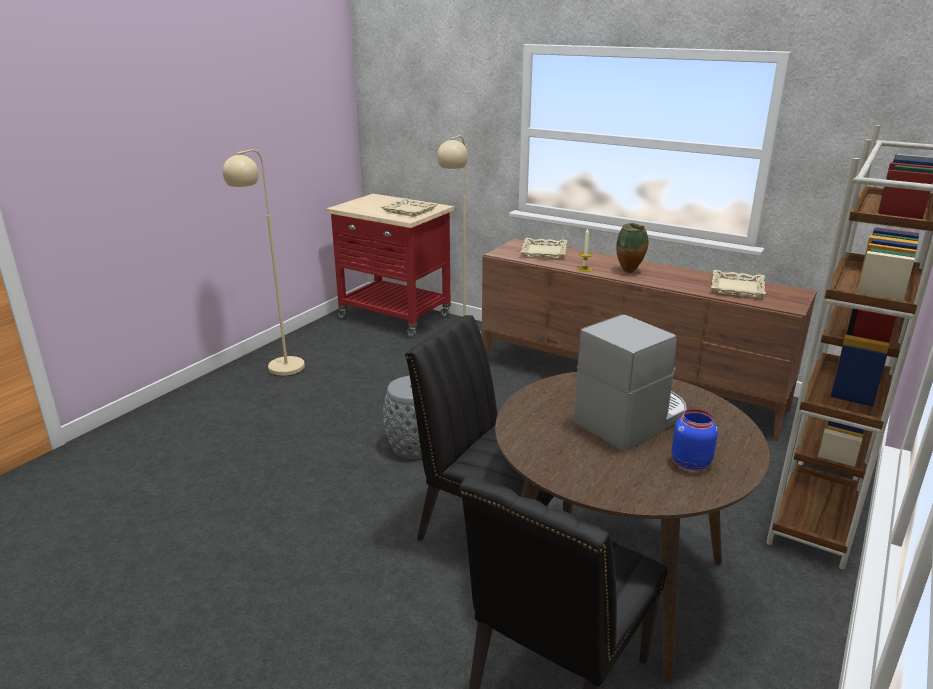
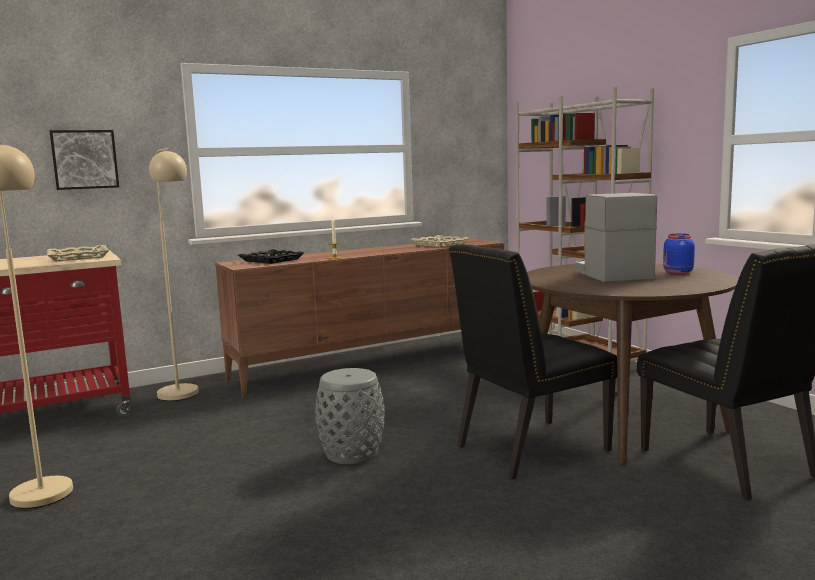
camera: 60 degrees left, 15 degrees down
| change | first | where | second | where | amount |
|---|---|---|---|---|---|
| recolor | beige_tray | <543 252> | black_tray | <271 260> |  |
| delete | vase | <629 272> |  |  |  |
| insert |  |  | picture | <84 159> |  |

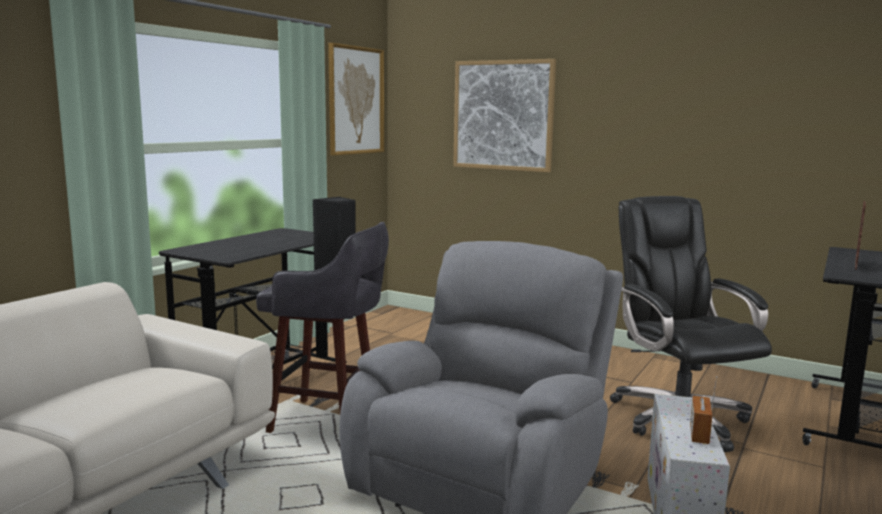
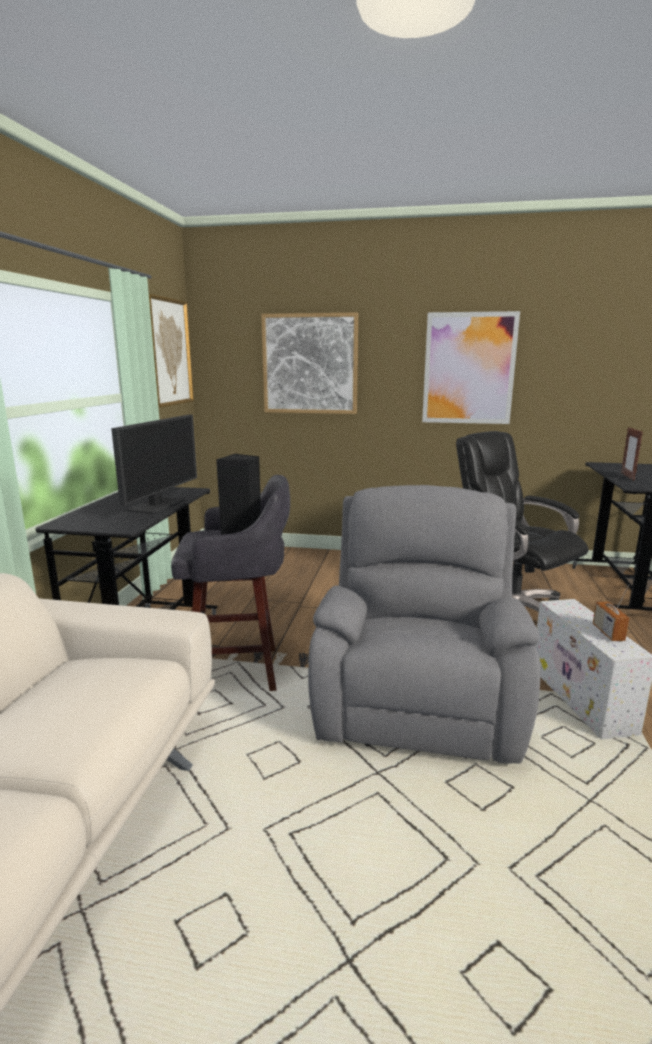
camera: 20 degrees left, 5 degrees up
| change | first | where | second | where | amount |
|---|---|---|---|---|---|
| insert |  |  | monitor | <156 505> |  |
| insert |  |  | picture | <468 368> |  |

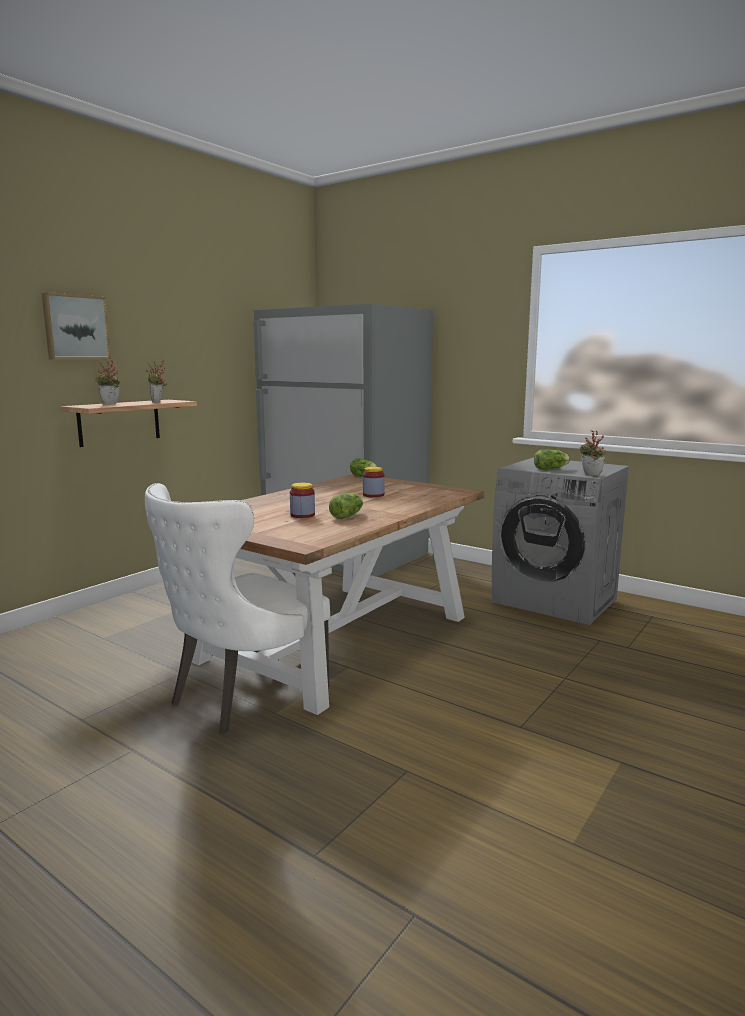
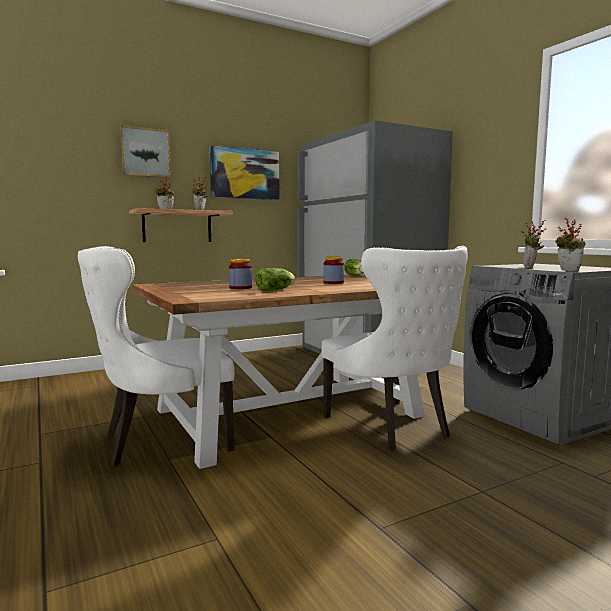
camera: 25 degrees right, 5 degrees down
| change | first | where | second | where | amount |
|---|---|---|---|---|---|
| replace | lettuce | <551 468> | potted_plant | <531 267> |  |
| insert |  |  | picture | <245 174> |  |
| insert |  |  | white_chair | <391 426> |  |

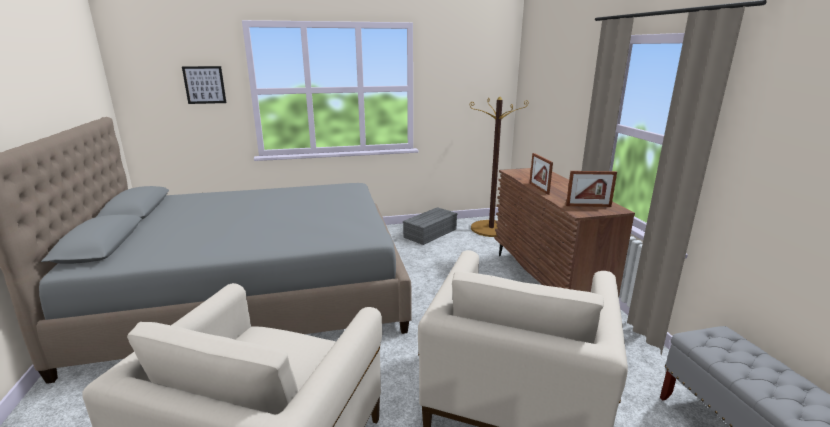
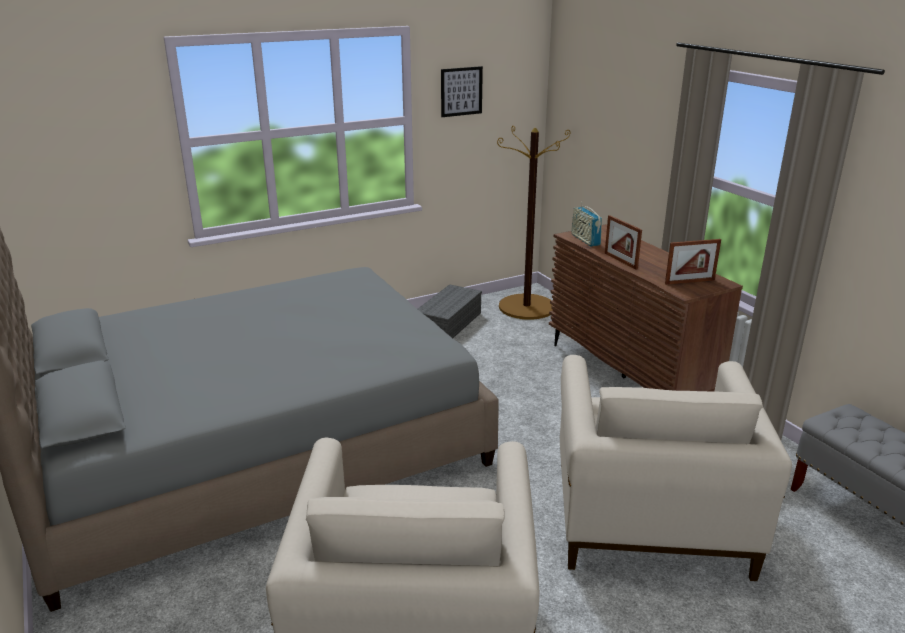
camera: 15 degrees left, 5 degrees up
| change | first | where | second | where | amount |
|---|---|---|---|---|---|
| move | picture | <204 85> |  | <461 91> |  |
| insert |  |  | radio | <585 240> |  |

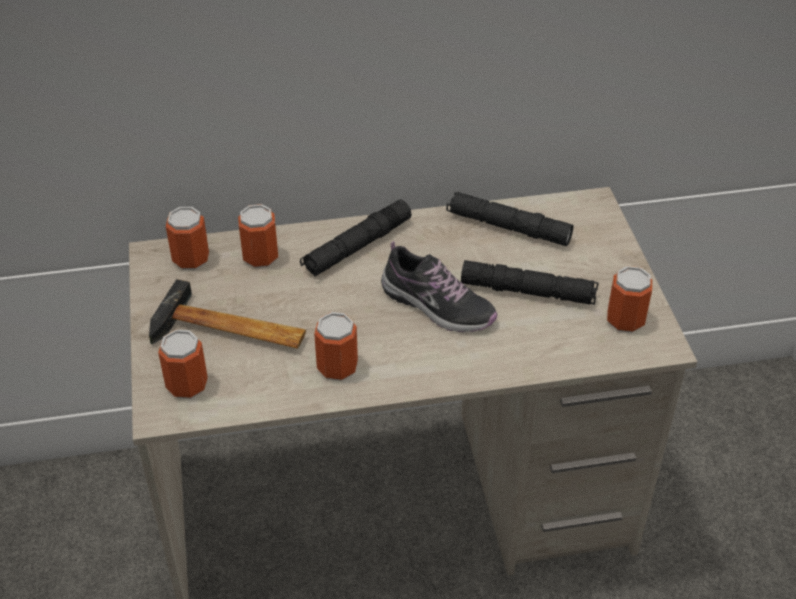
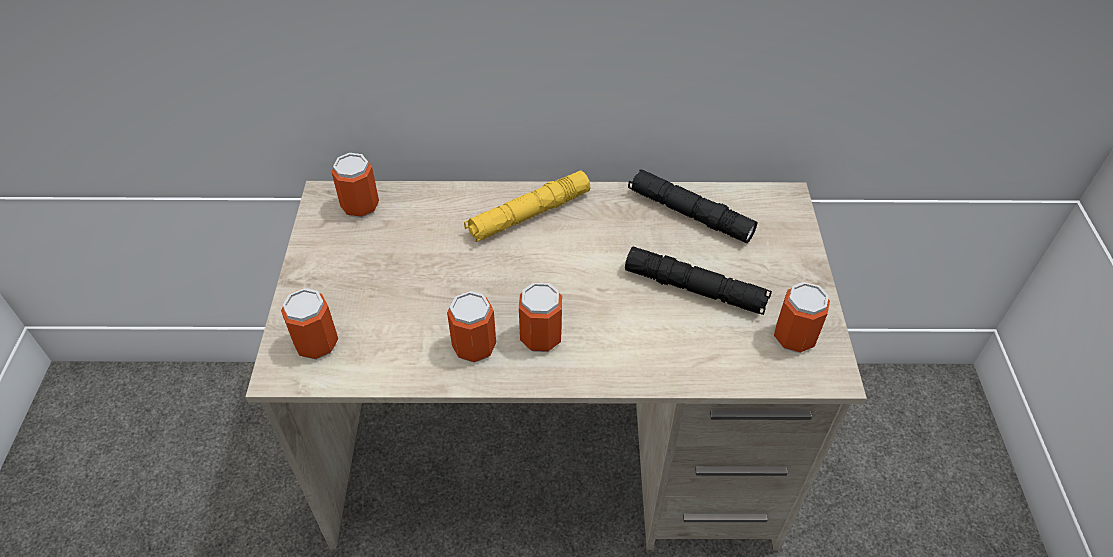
camera: 10 degrees right, 5 degrees up
| change | first | where | second | where | amount |
|---|---|---|---|---|---|
| delete | hammer | <230 333> |  |  |  |
| move | can | <260 257> |  | <541 337> |  |
| recolor | black_flashlight | <357 246> | yellow_flashlight | <528 214> |  |
| delete | shoe | <437 306> |  |  |  |

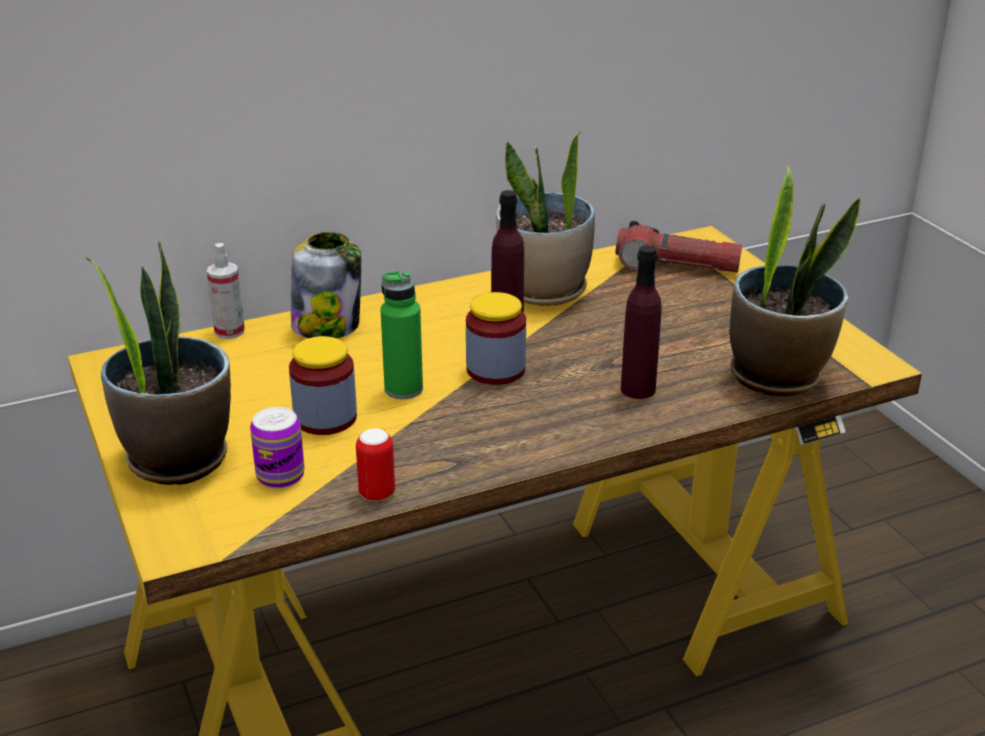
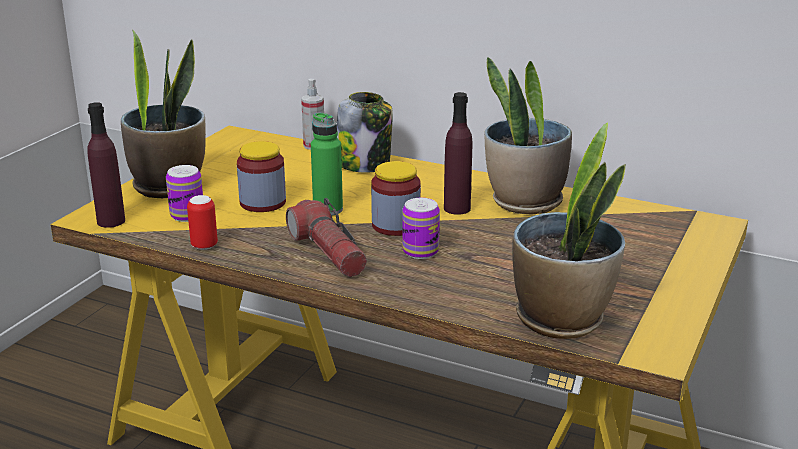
camera: 50 degrees right, 5 degrees down
| change | first | where | second | where | amount |
|---|---|---|---|---|---|
| move | flashlight | <677 266> |  | <328 252> |  |
| move | purple_bottle | <638 389> |  | <111 221> |  |
| insert |  |  | can | <420 251> |  |

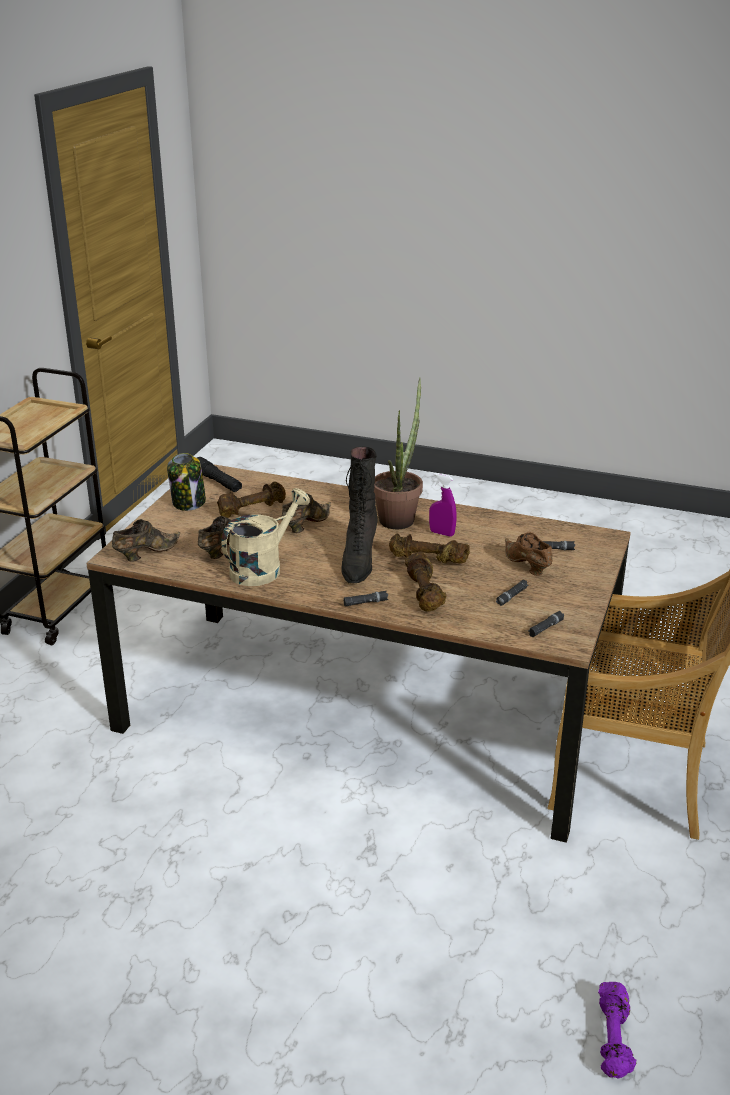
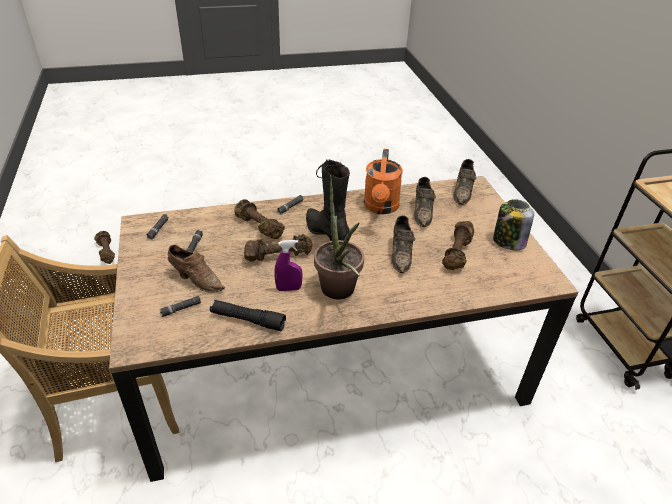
camera: 145 degrees right, 10 degrees up
| change | first | where | second | where | amount |
|---|---|---|---|---|---|
| move | black_flashlight | <217 482> |  | <248 320> |  |
| recolor | beige_watering_can | <262 568> | orange_watering_can | <381 208> |  |
| recolor | purple_dumbbell | <614 1040> | brown_dumbbell | <106 252> |  |

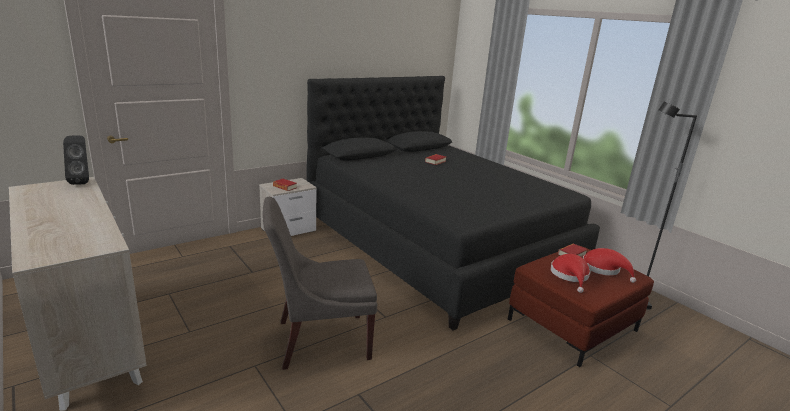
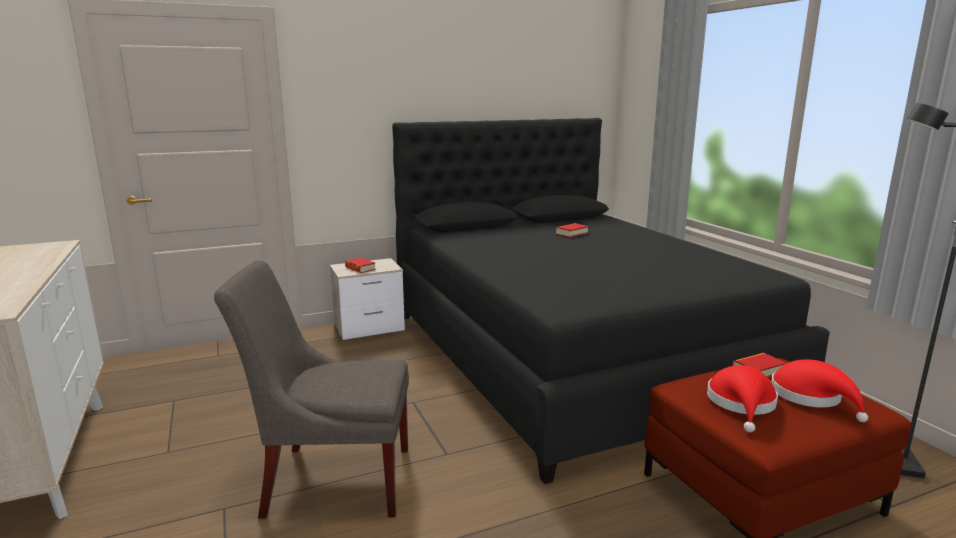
camera: 15 degrees right, 5 degrees down
| change | first | where | second | where | amount |
|---|---|---|---|---|---|
| delete | black_speaker | <82 182> |  |  |  |

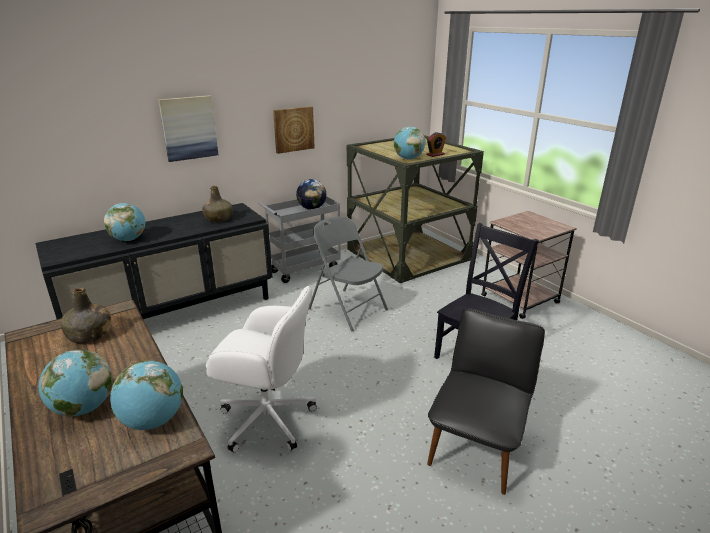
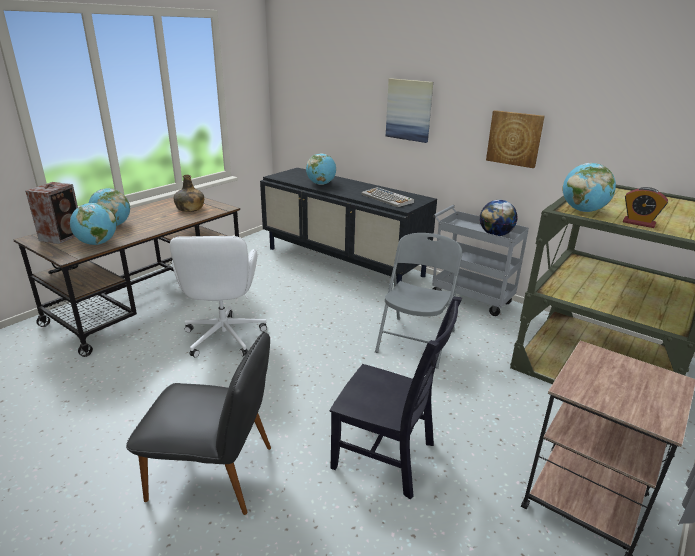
camera: 70 degrees right, 0 degrees up
| change | first | where | second | where | amount |
|---|---|---|---|---|---|
| replace | green_bottle | <219 219> | keyboard | <387 198> |  |
| insert |  |  | speaker | <63 236> |  |

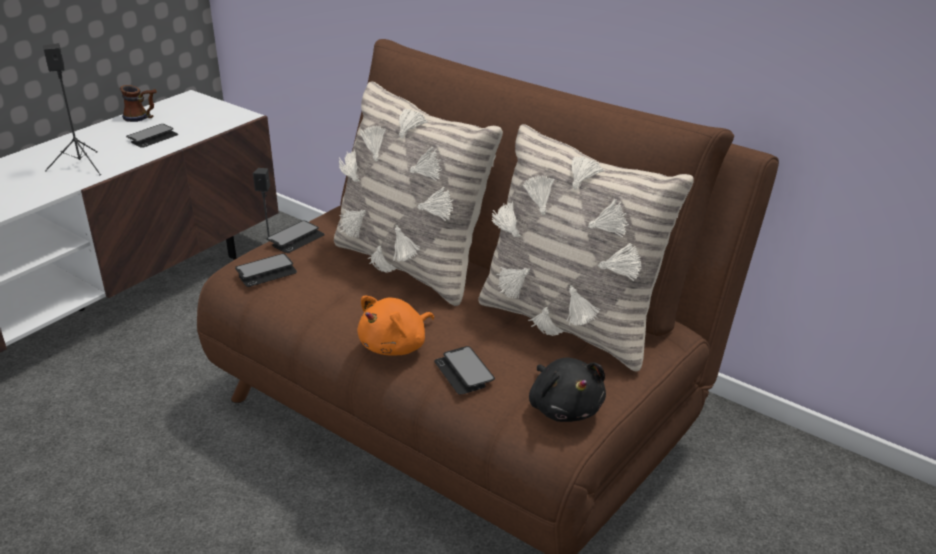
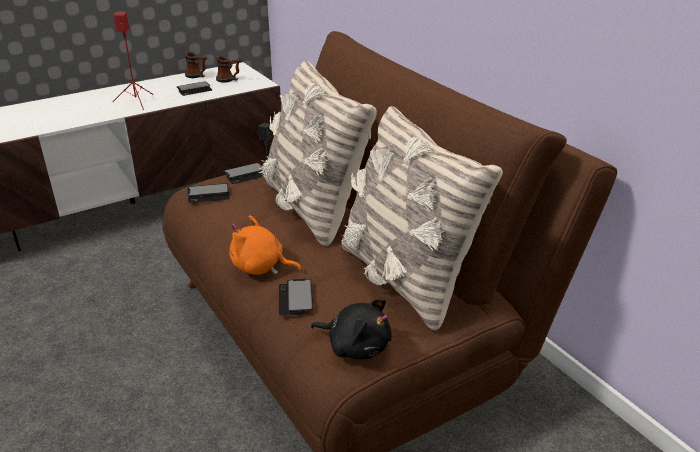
camera: 20 degrees right, 0 degrees up
| change | first | where | second | where | amount |
|---|---|---|---|---|---|
| recolor | black_speaker | <81 165> | red_speaker | <136 101> |  |
| rotate | orange_plush_toy | <396 346> |  | <260 267> | 45 degrees clockwise |
| rotate | black_plush_toy | <565 407> |  | <356 346> | 60 degrees counterclockwise |
| insert |  |  | mug | <229 80> |  |

